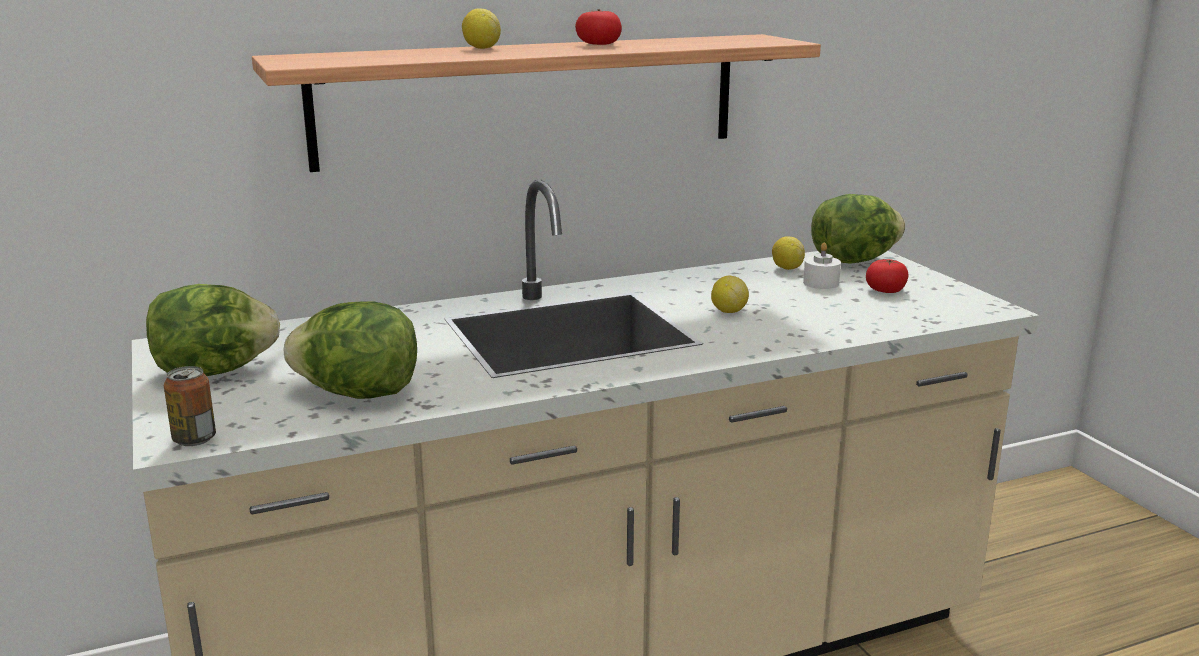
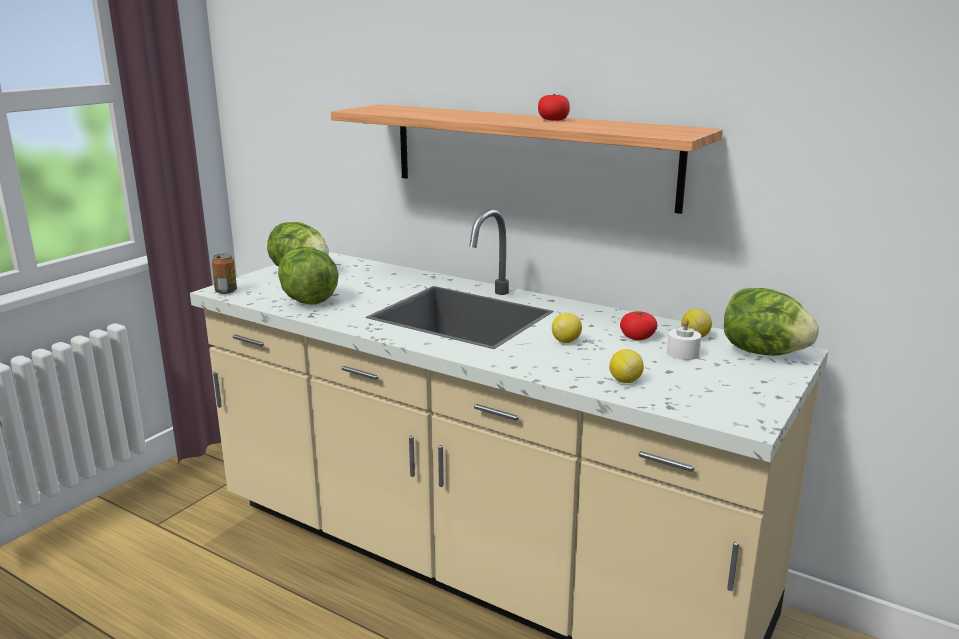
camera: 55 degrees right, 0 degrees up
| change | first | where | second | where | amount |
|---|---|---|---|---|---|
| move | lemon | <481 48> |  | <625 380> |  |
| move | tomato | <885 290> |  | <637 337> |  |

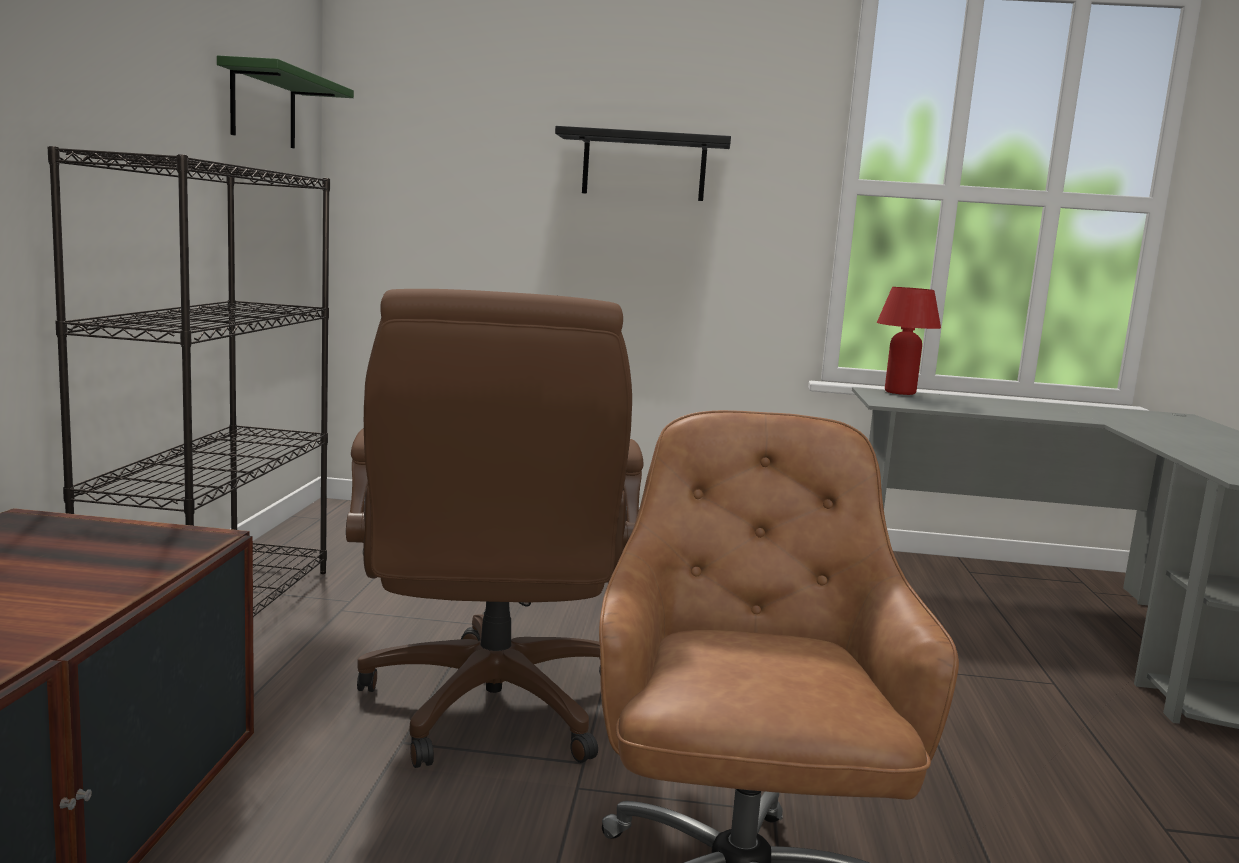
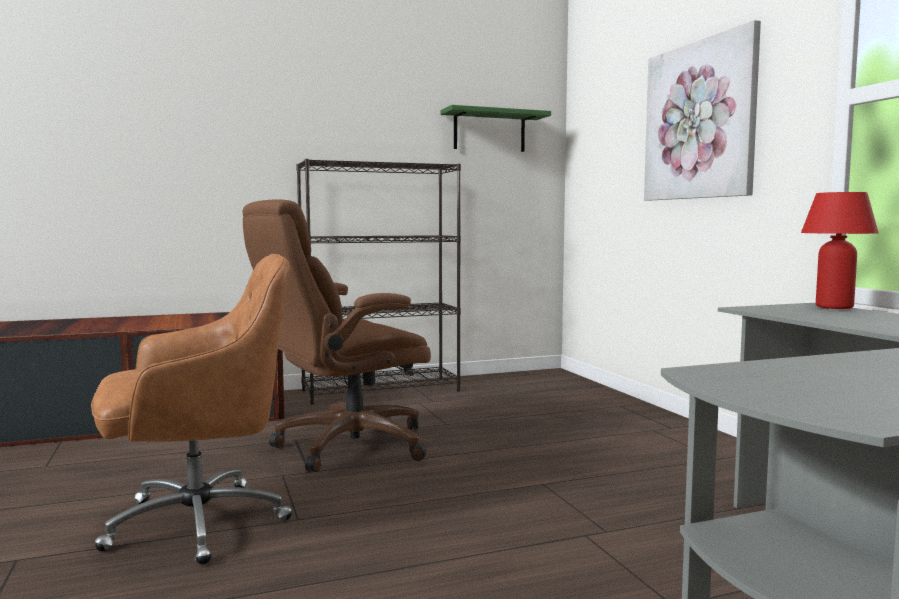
camera: 65 degrees right, 5 degrees down
| change | first | where | second | where | amount |
|---|---|---|---|---|---|
| replace | black_shelf | <644 166> | picture | <699 121> |  |

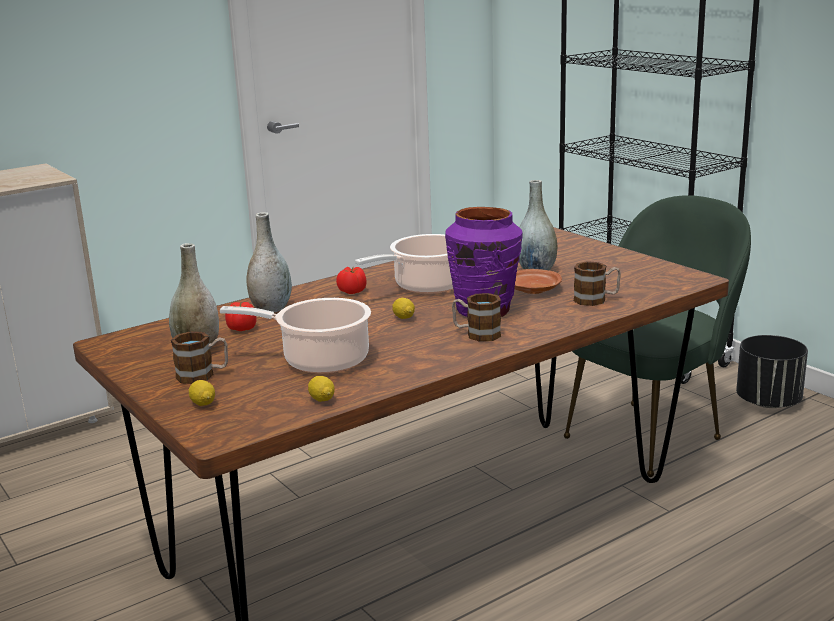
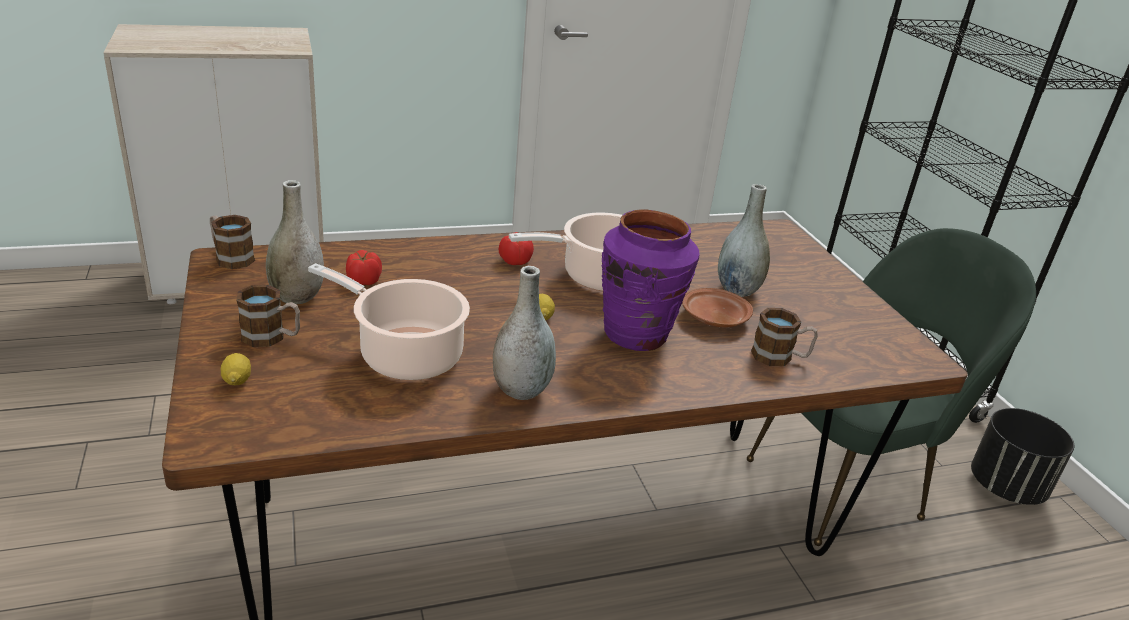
camera: 15 degrees right, 10 degrees up
| change | first | where | second | where | amount |
|---|---|---|---|---|---|
| move | grey_vase | <271 309> |  | <521 390> |  |
| delete | lemon | <322 399> |  |  |  |
| move | mug | <476 334> |  | <230 257> |  |

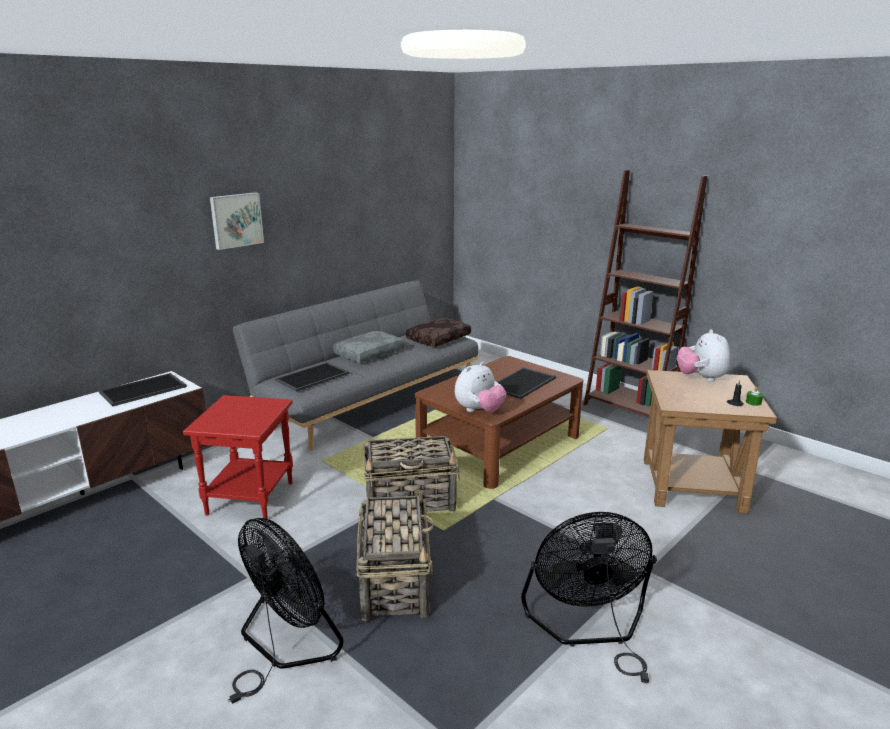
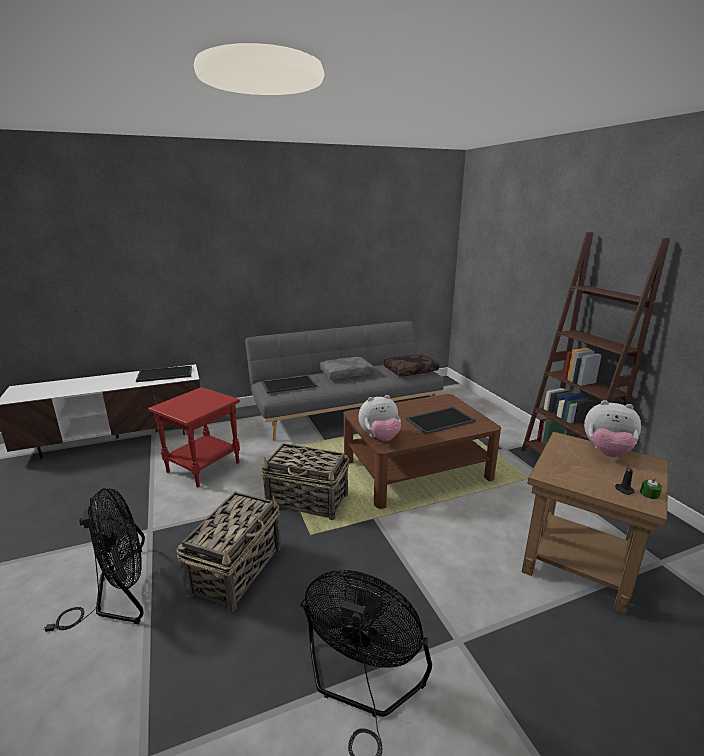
camera: 25 degrees right, 0 degrees up
| change | first | where | second | where | amount |
|---|---|---|---|---|---|
| delete | picture | <236 220> |  |  |  |
| rotate | plush_toy | <701 378> |  | <607 452> | 90 degrees counterclockwise |

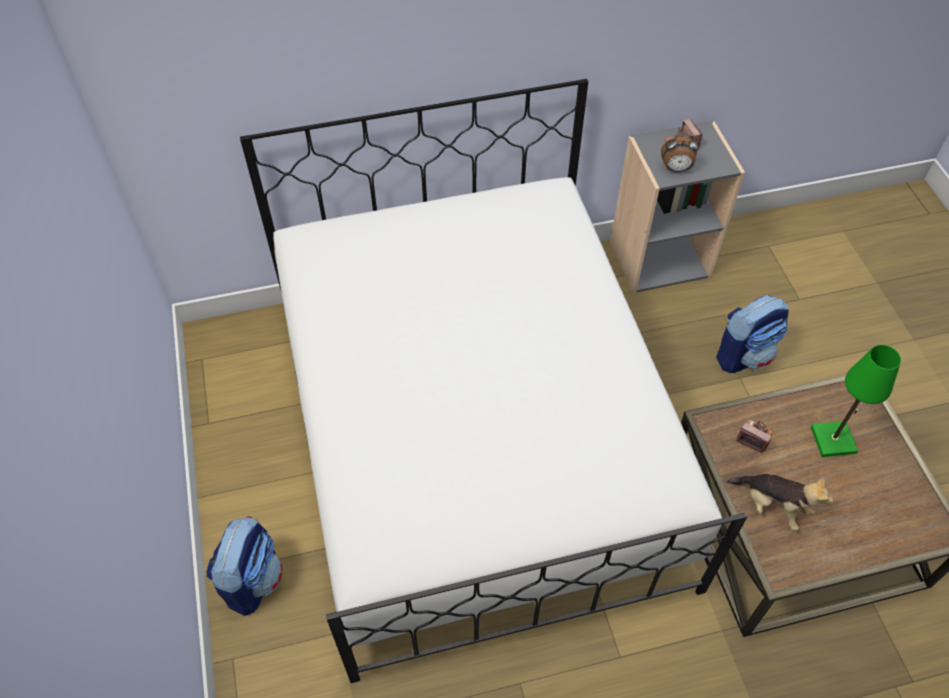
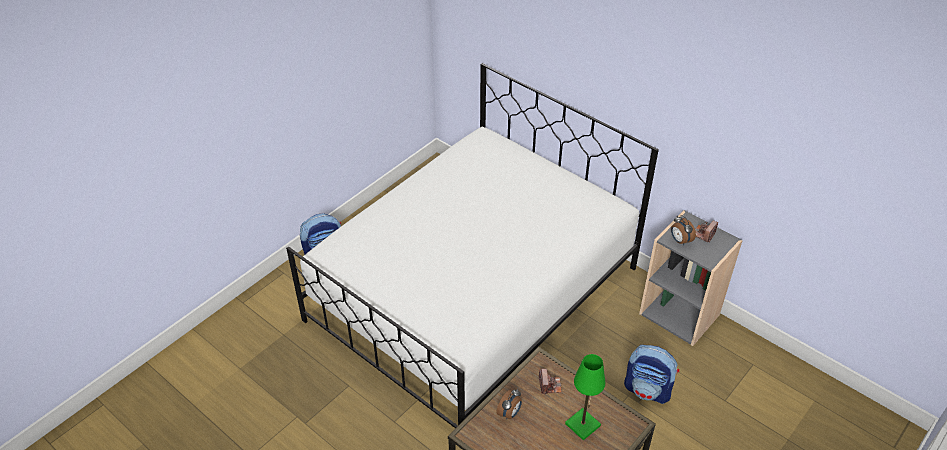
camera: 55 degrees right, 10 degrees down
| change | first | where | second | where | amount |
|---|---|---|---|---|---|
| replace | plush_toy | <772 506> | alarm_clock | <509 413> |  |

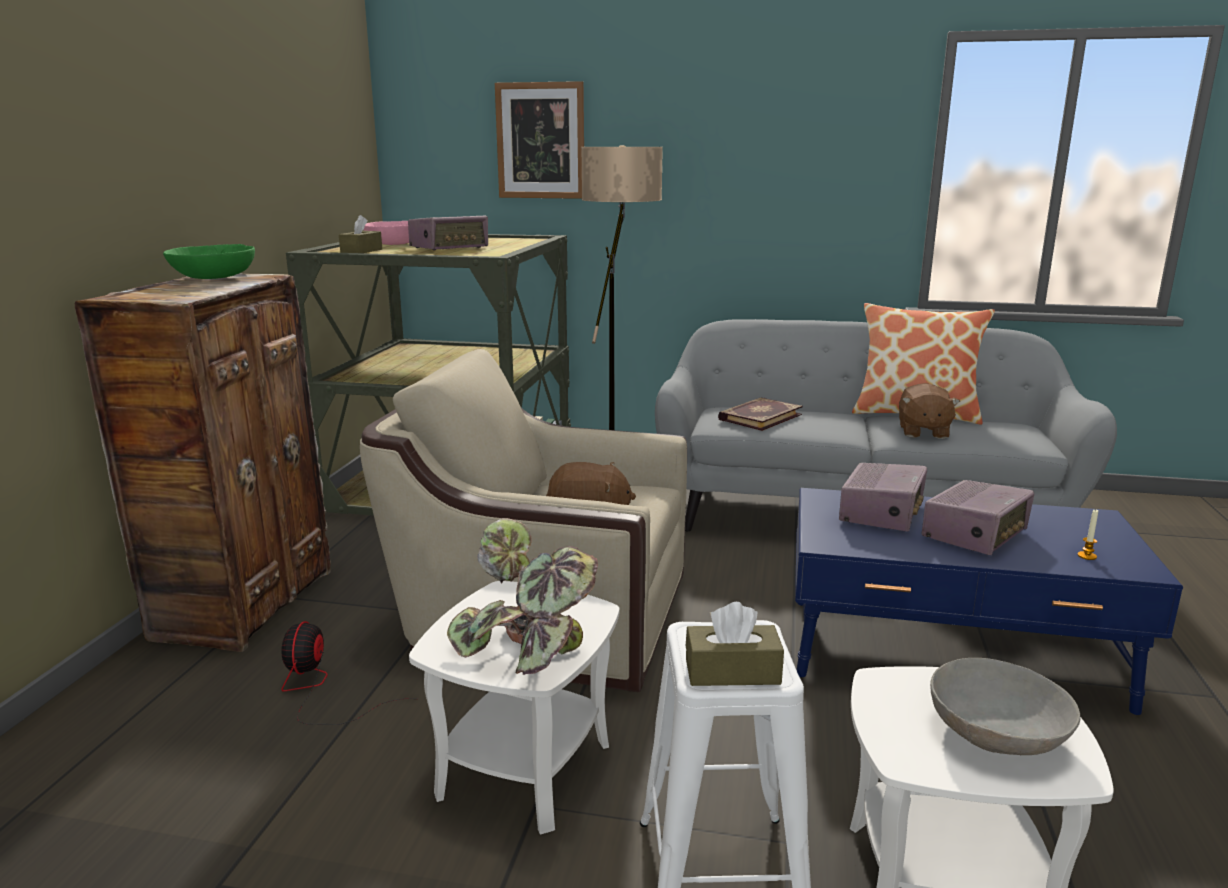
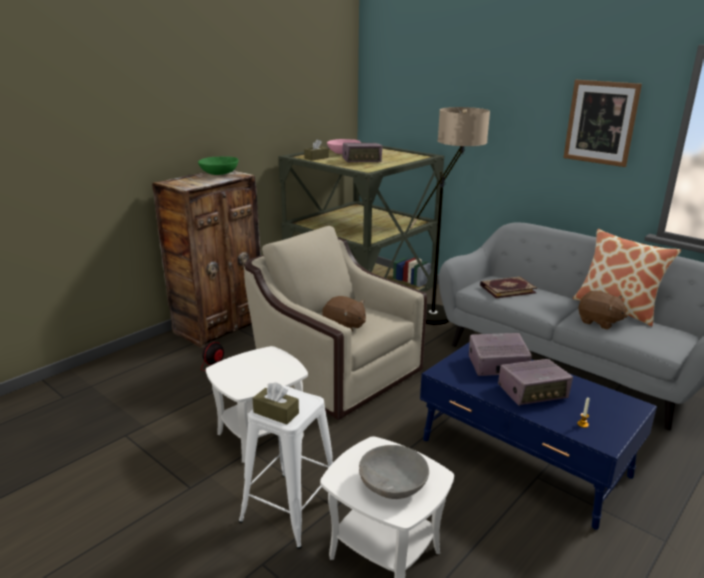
camera: 30 degrees right, 5 degrees up
| change | first | where | second | where | amount |
|---|---|---|---|---|---|
| delete | potted_plant | <528 653> |  |  |  |
| move | picture | <540 141> |  | <601 122> |  |
| rotate | radio | <882 514> |  | <497 365> | 150 degrees counterclockwise |
| rotate | brown_plush_toy | <922 432> |  | <599 322> | 90 degrees counterclockwise |

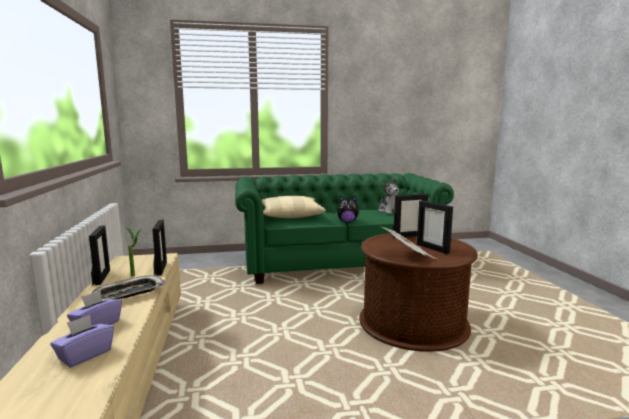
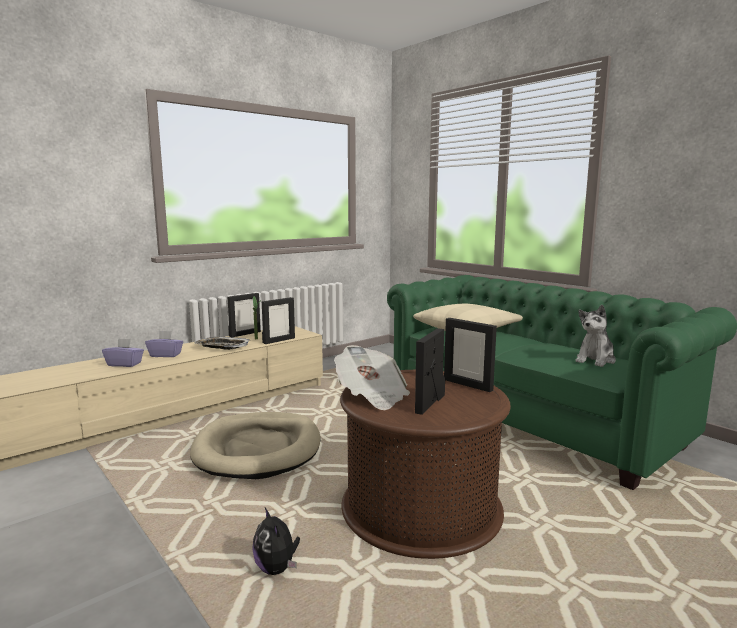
camera: 60 degrees right, 0 degrees up
| change | first | where | second | where | amount |
|---|---|---|---|---|---|
| move | plush_toy | <347 222> |  | <277 568> |  |
| insert |  |  | beige_dog_bed | <258 449> |  |

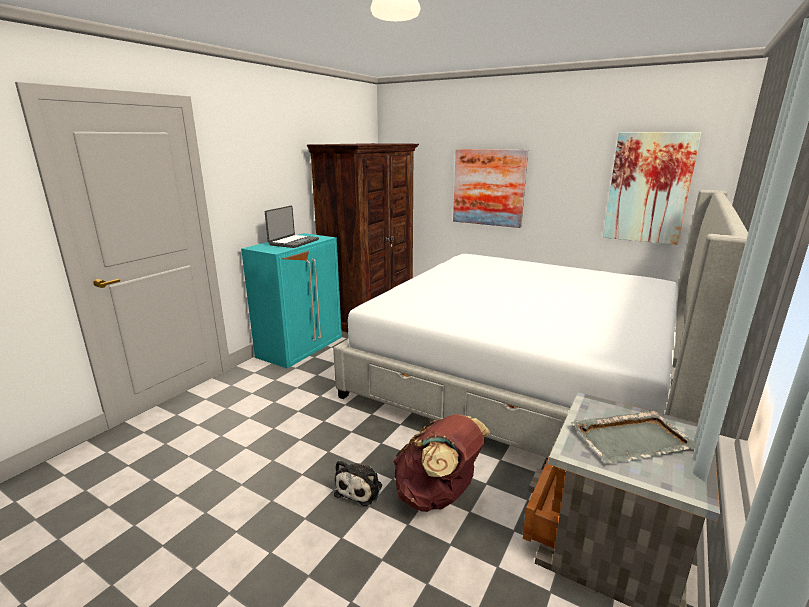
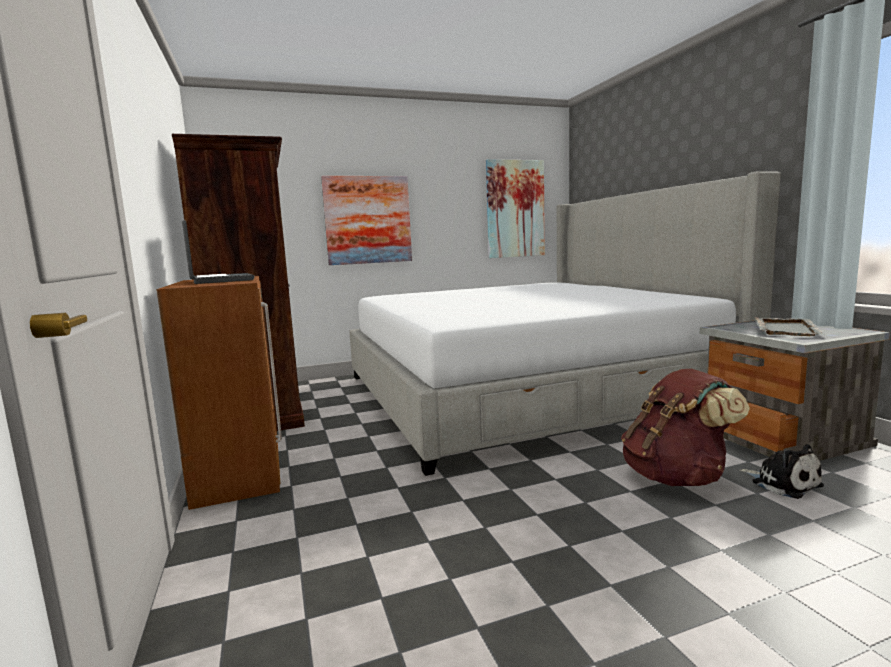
camera: 50 degrees left, 10 degrees down
| change | first | where | second | where | amount |
|---|---|---|---|---|---|
| recolor | turquoise_cabinet | <300 346> | brown_cabinet | <239 467> |  |
| move | plush_toy | <360 488> |  | <782 483> |  |

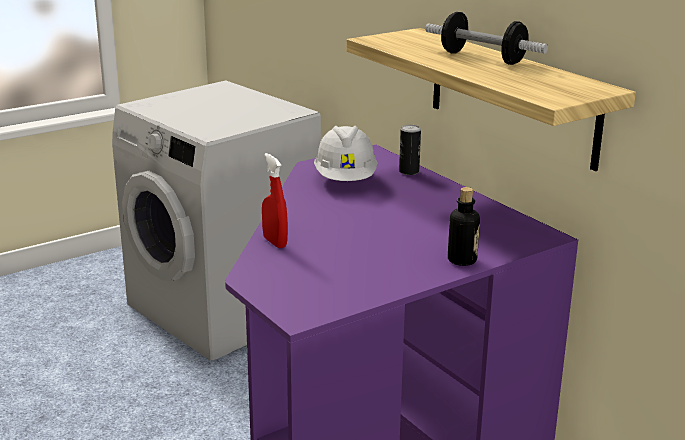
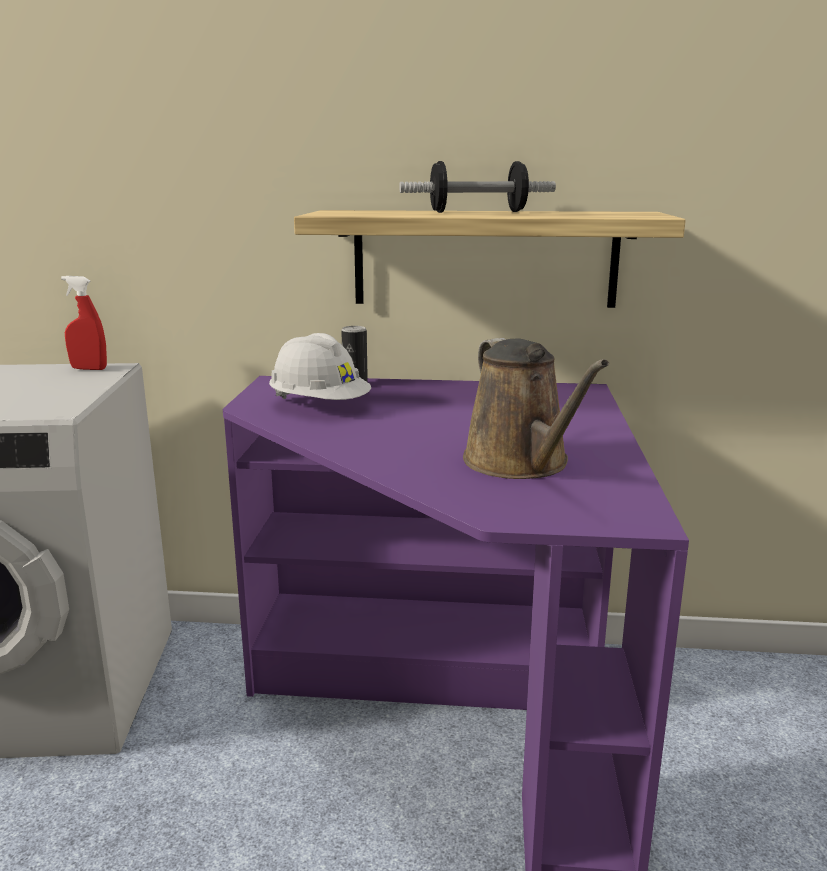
camera: 50 degrees left, 5 degrees down
| change | first | where | second | where | amount |
|---|---|---|---|---|---|
| move | red_spray_bottle | <275 242> |  | <89 369> |  |
| delete | bottle | <462 260> |  |  |  |
| insert |  |  | brown_watering_can | <521 464> |  |

